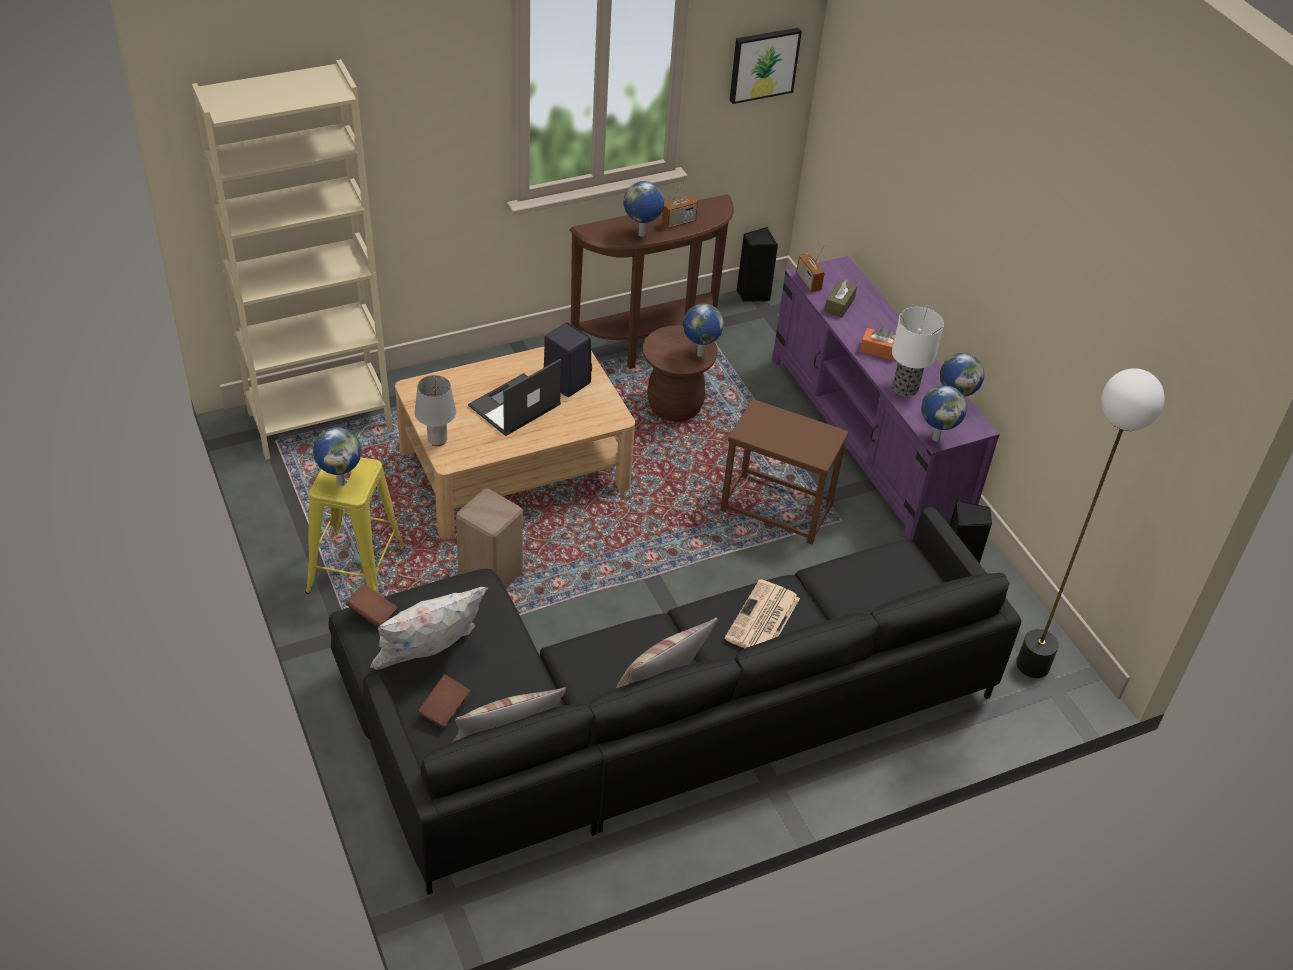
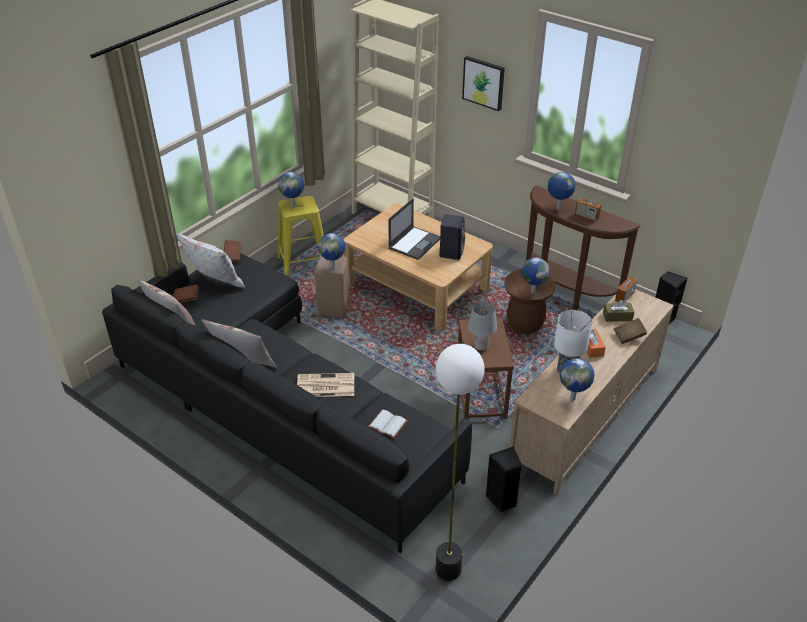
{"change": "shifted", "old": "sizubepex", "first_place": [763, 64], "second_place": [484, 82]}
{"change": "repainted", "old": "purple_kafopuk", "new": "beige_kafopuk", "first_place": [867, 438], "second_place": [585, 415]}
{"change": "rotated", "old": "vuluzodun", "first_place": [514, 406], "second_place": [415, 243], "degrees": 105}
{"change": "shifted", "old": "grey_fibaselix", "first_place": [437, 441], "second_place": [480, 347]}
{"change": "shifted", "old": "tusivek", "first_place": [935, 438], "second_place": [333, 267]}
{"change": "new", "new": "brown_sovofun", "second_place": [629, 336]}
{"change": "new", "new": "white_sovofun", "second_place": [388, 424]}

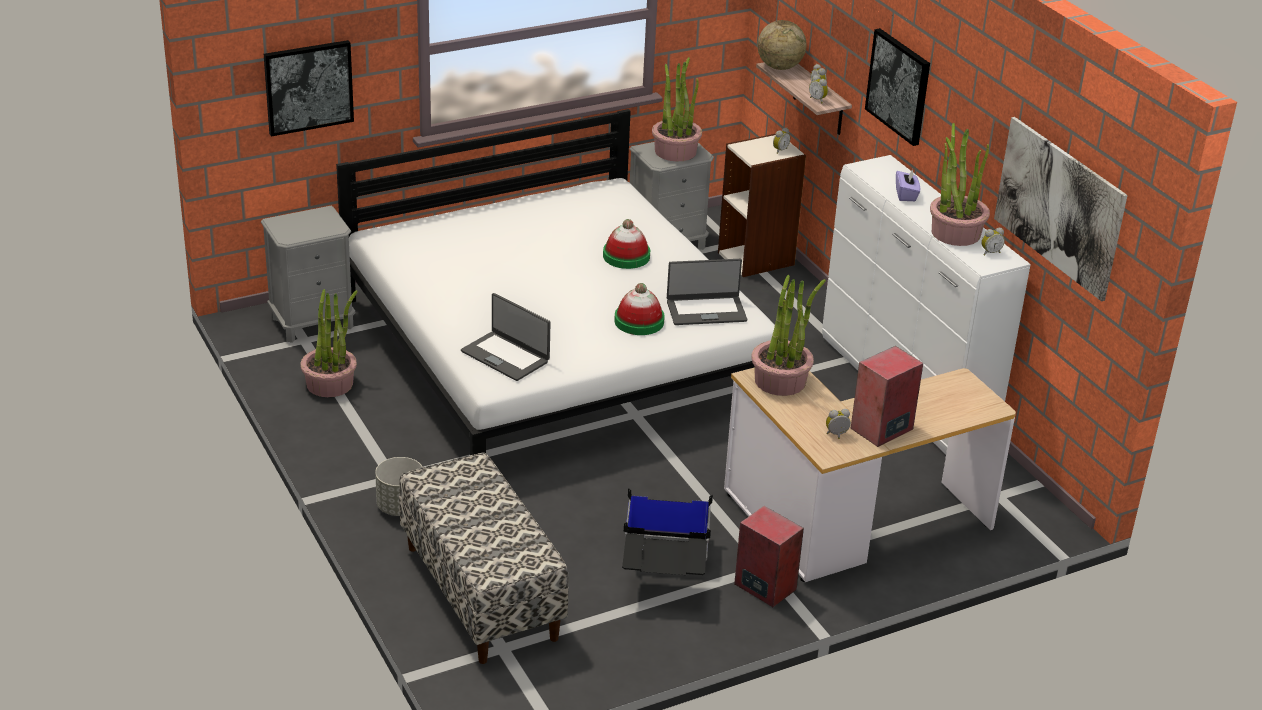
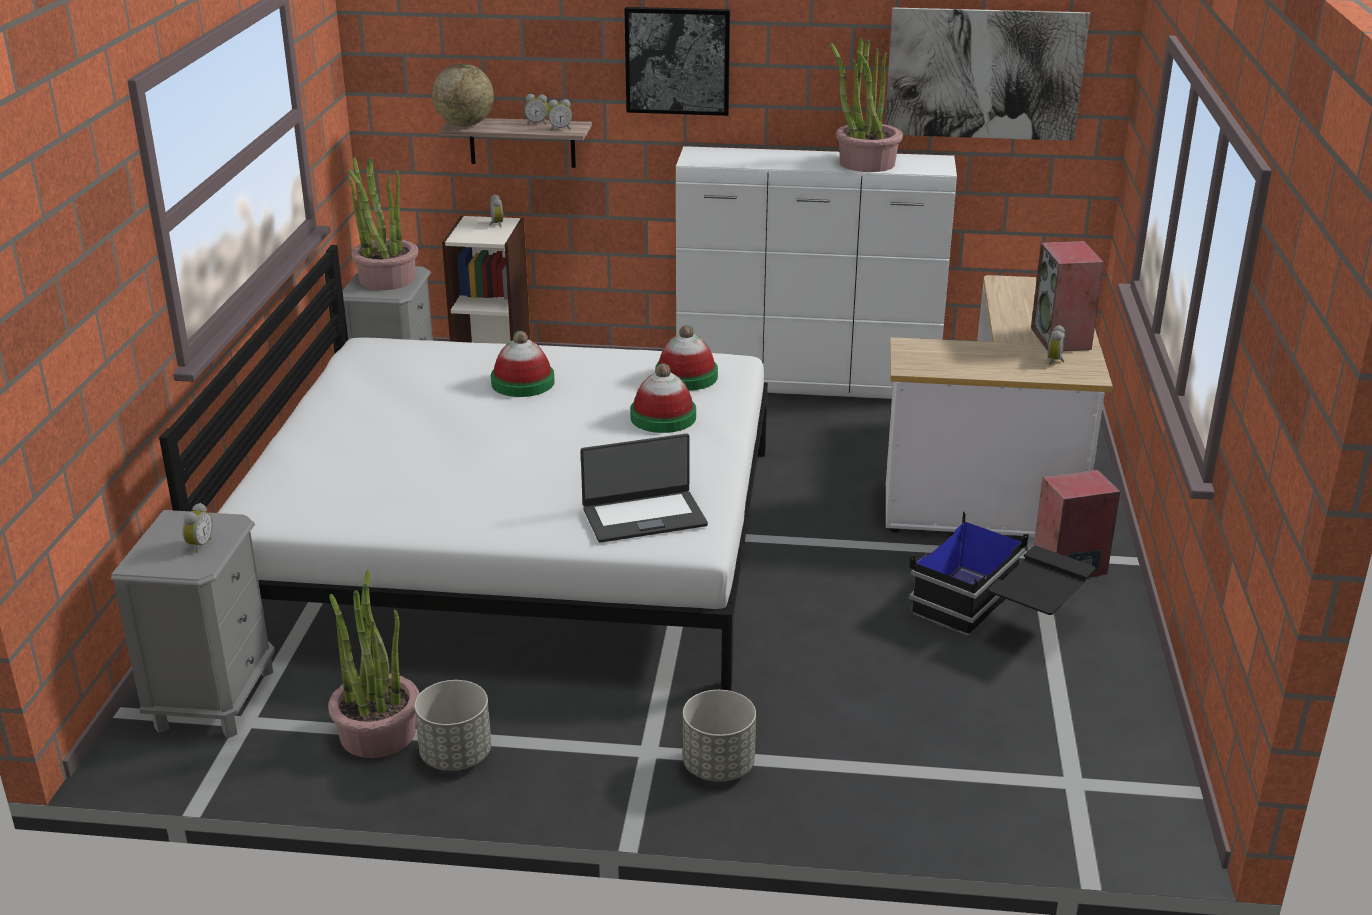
{"change": "gone", "old": "sizubepex", "first_place": [308, 87]}
{"change": "gone", "old": "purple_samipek", "first_place": [906, 195]}
{"change": "shifted", "old": "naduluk", "first_place": [990, 252], "second_place": [198, 545]}
{"change": "swapped", "old": "vuluzodun", "new": "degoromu", "first_place": [706, 310], "second_place": [686, 376]}
{"change": "gone", "old": "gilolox", "first_place": [780, 380]}
{"change": "gone", "old": "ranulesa", "first_place": [480, 592]}
{"change": "new", "new": "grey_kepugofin", "second_place": [455, 756]}

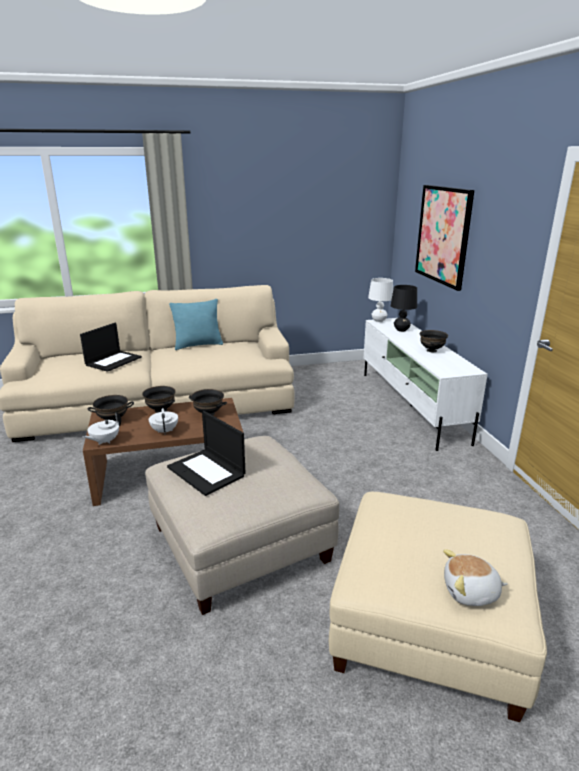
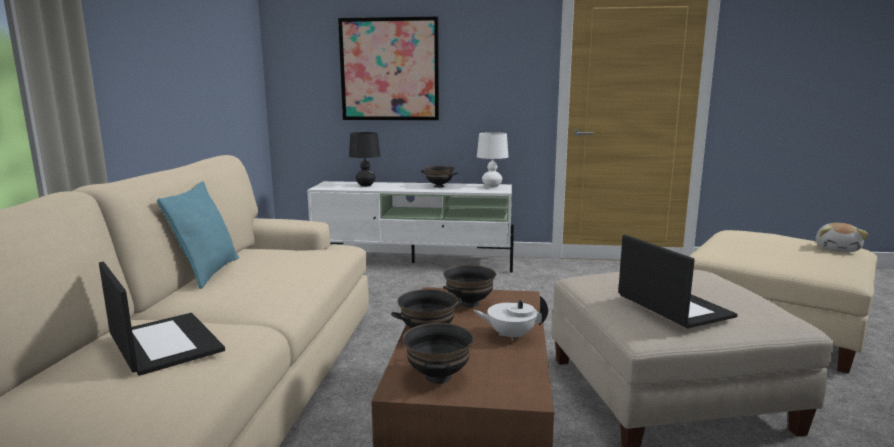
{"change": "shifted", "old": "white_fibaselix", "first_place": [379, 321], "second_place": [492, 186]}
{"change": "rotated", "old": "vuluzodun", "first_place": [207, 472], "second_place": [672, 306], "degrees": -90}
{"change": "gone", "old": "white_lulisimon", "first_place": [104, 441]}

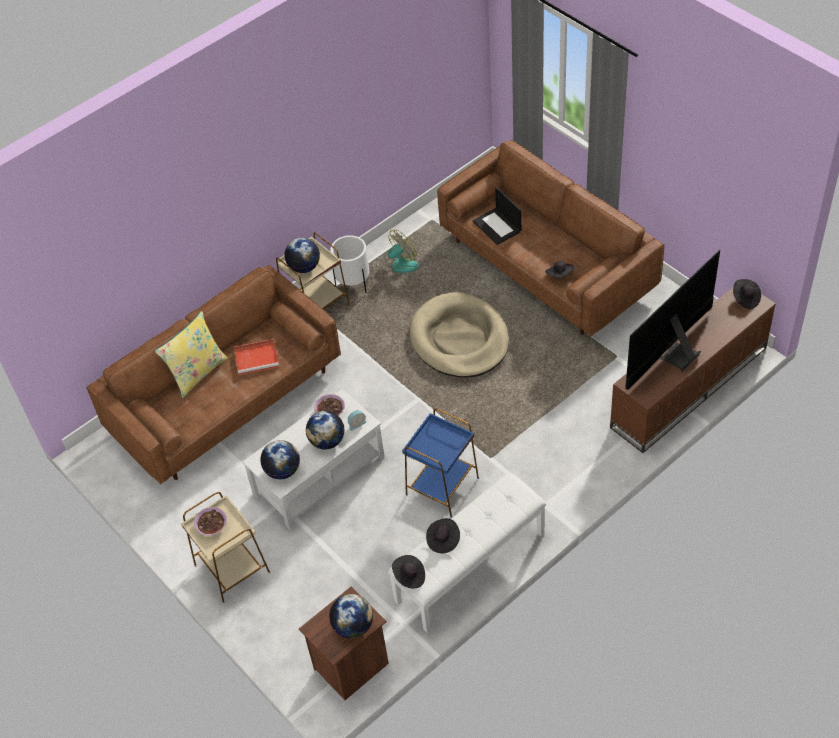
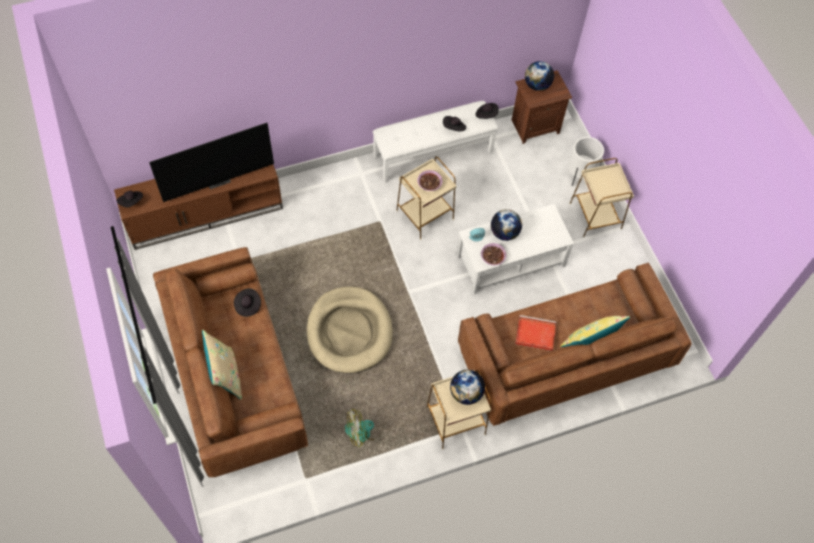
{"change": "gone", "old": "vuluzodun", "first_place": [497, 226]}
{"change": "shifted", "old": "white_kepugofin", "first_place": [353, 284], "second_place": [580, 175]}
{"change": "repainted", "old": "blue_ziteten", "new": "beige_ziteten", "first_place": [443, 486], "second_place": [424, 215]}
{"change": "gone", "old": "tusivek", "first_place": [283, 470]}
{"change": "shifted", "old": "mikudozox", "first_place": [211, 525], "second_place": [429, 184]}
{"change": "new", "new": "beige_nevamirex", "second_place": [226, 375]}

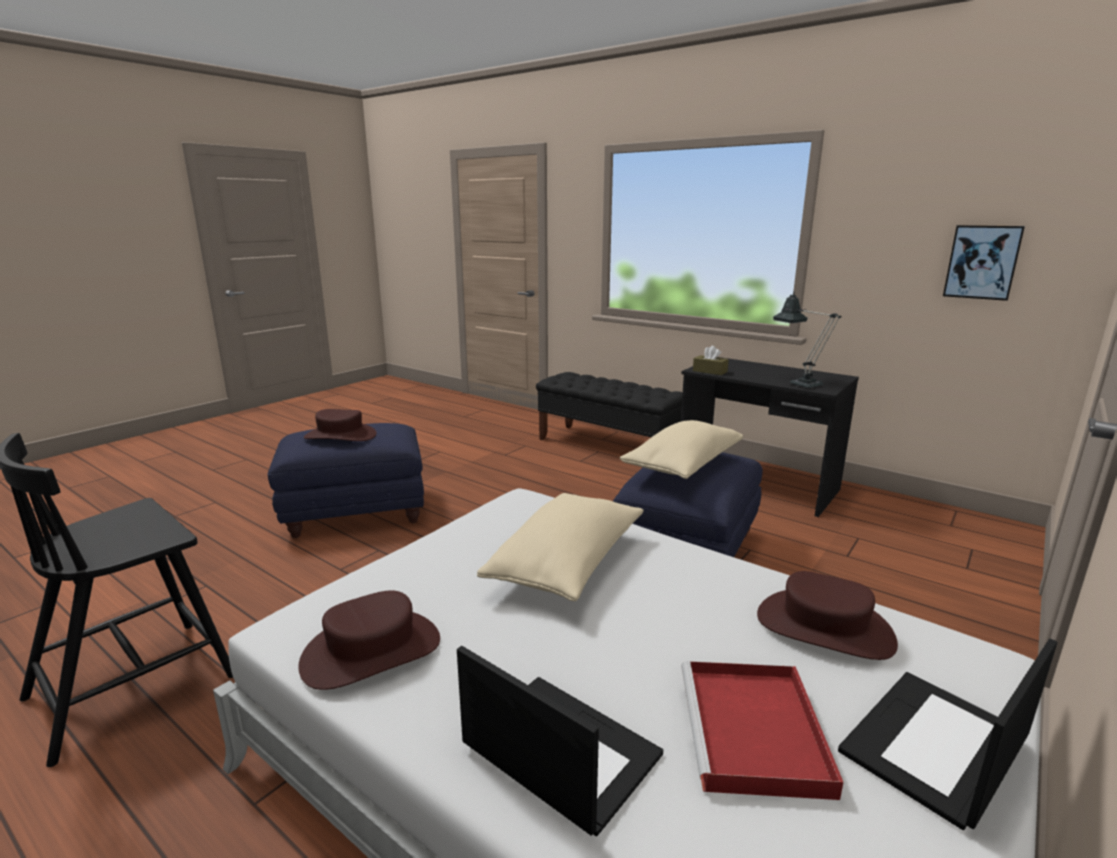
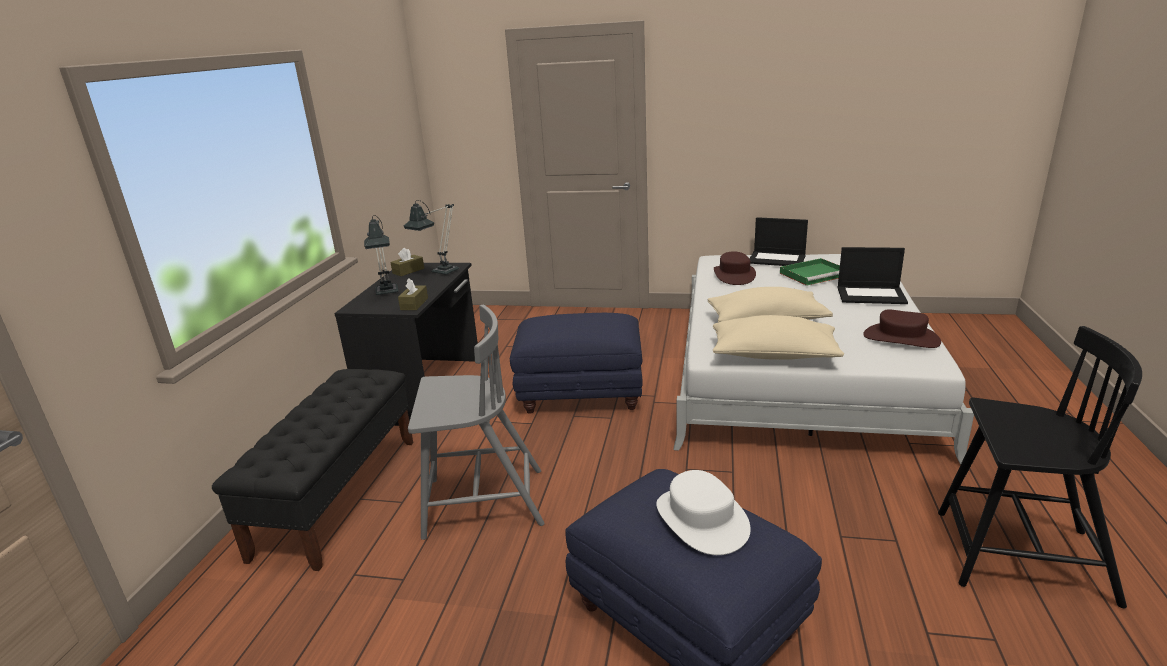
{"change": "gone", "old": "sizubepex", "first_place": [982, 262]}
{"change": "repainted", "old": "brown_degoromu", "new": "white_degoromu", "first_place": [340, 436], "second_place": [701, 519]}
{"change": "shifted", "old": "beige_nevamirex", "first_place": [683, 466], "second_place": [773, 356]}
{"change": "rotated", "old": "vuluzodun", "first_place": [558, 750], "second_place": [871, 295], "degrees": -90}
{"change": "repainted", "old": "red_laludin", "new": "green_laludin", "first_place": [754, 734], "second_place": [814, 274]}
{"change": "new", "new": "fibaselix", "second_place": [387, 293]}
{"change": "new", "new": "brown_samipek", "second_place": [408, 271]}
{"change": "new", "new": "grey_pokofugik", "second_place": [481, 503]}

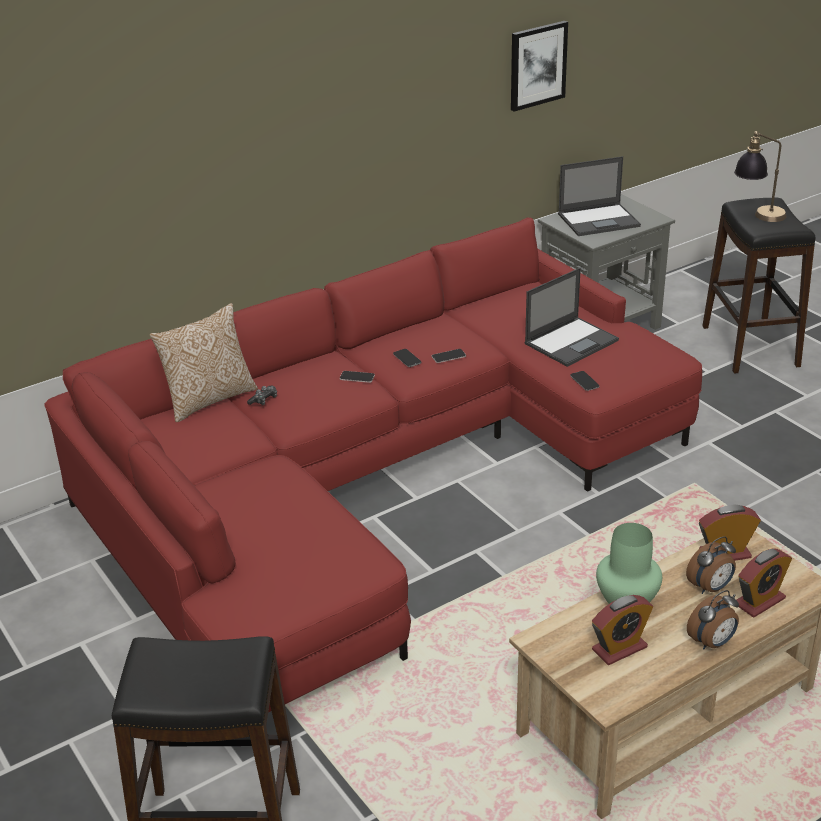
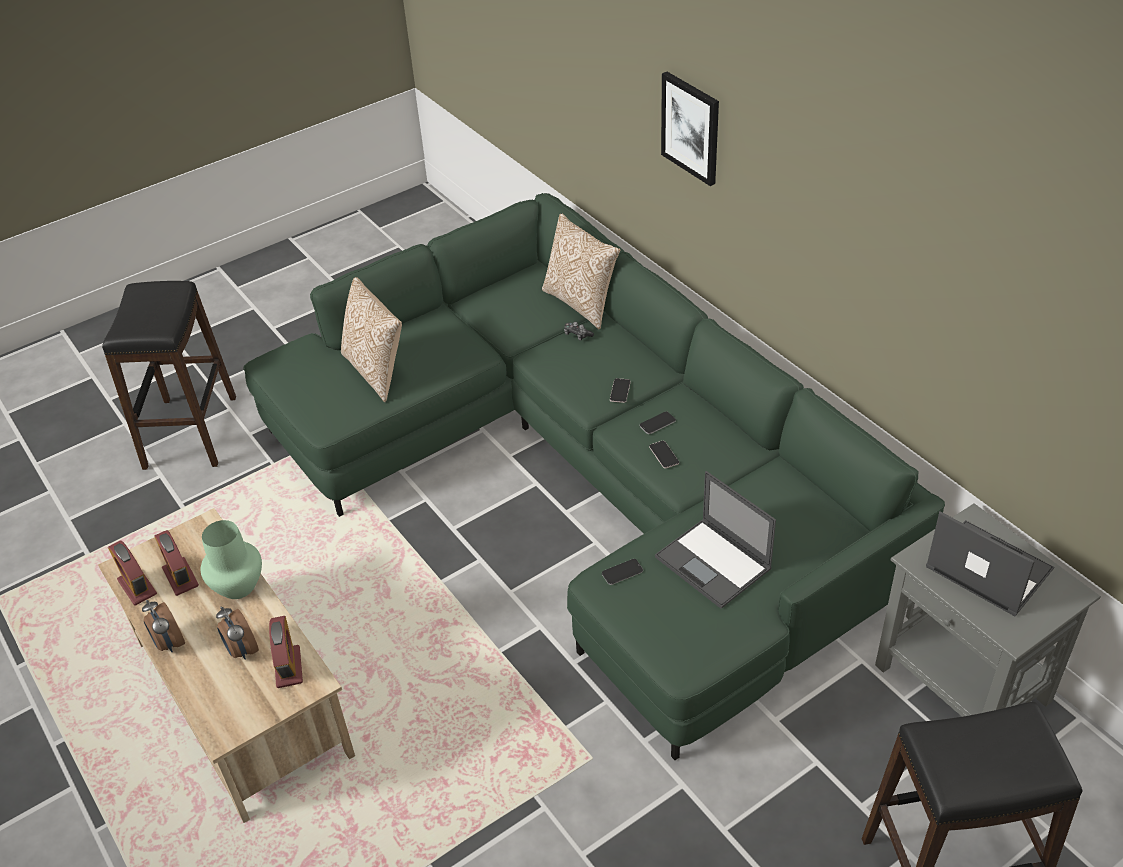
{"change": "shifted", "old": "sizubepex", "first_place": [537, 65], "second_place": [691, 128]}
{"change": "gone", "old": "fibaselix", "first_place": [757, 216]}
{"change": "rotated", "old": "vuluzodun", "first_place": [599, 220], "second_place": [987, 568], "degrees": 150}
{"change": "repainted", "old": "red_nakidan", "new": "green_nakidan", "first_place": [371, 483], "second_place": [590, 478]}
{"change": "shifted", "old": "naduluk", "first_place": [759, 601], "second_place": [137, 587]}
{"change": "new", "new": "nevamirex", "second_place": [377, 371]}

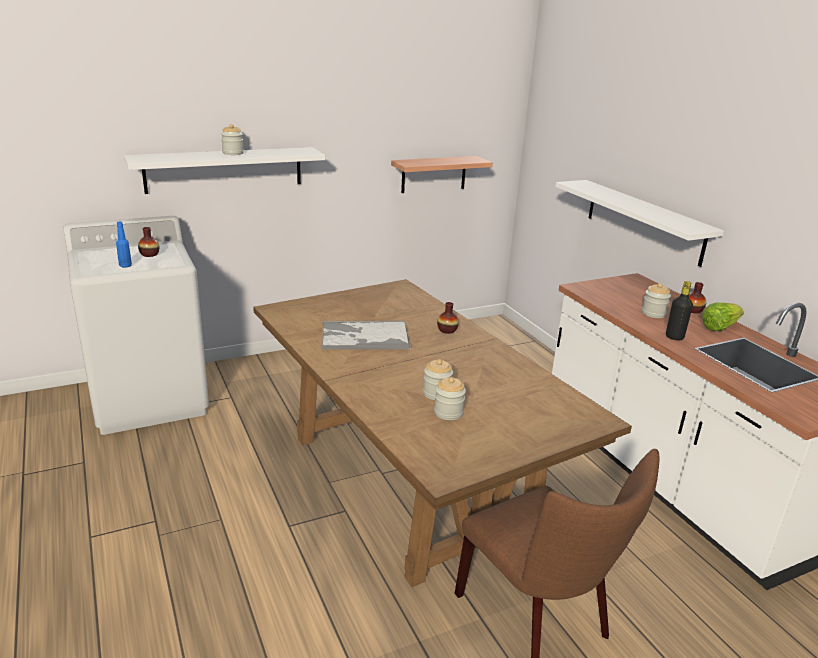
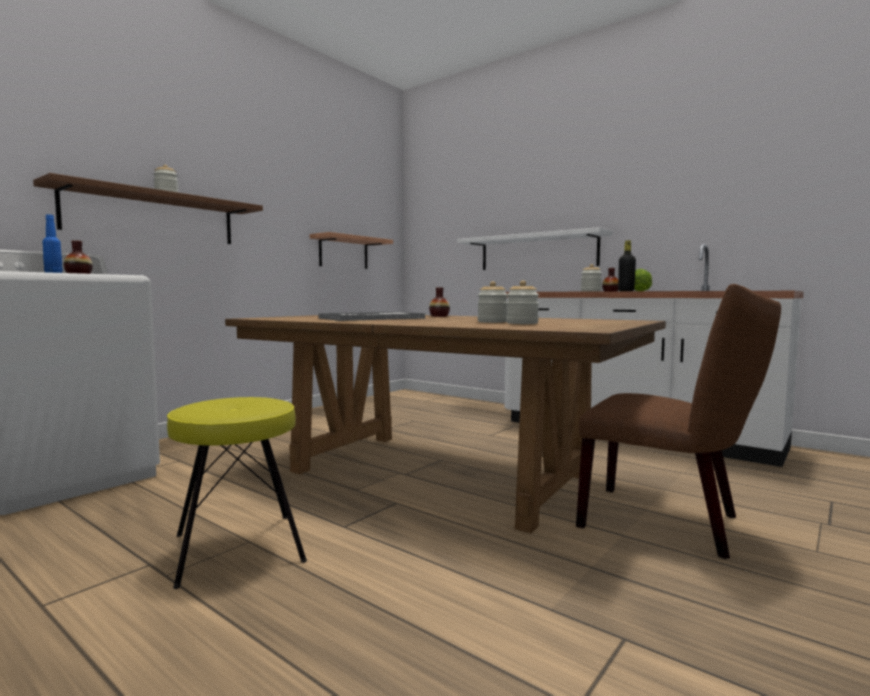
{"change": "repainted", "old": "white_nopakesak", "new": "brown_nopakesak", "first_place": [224, 169], "second_place": [153, 217]}
{"change": "new", "new": "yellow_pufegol", "second_place": [237, 547]}

